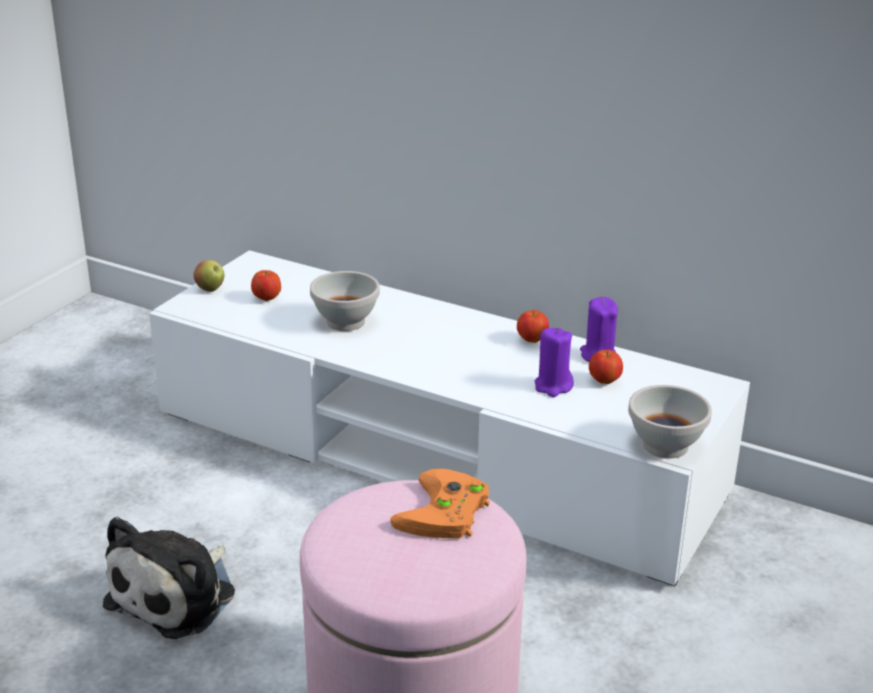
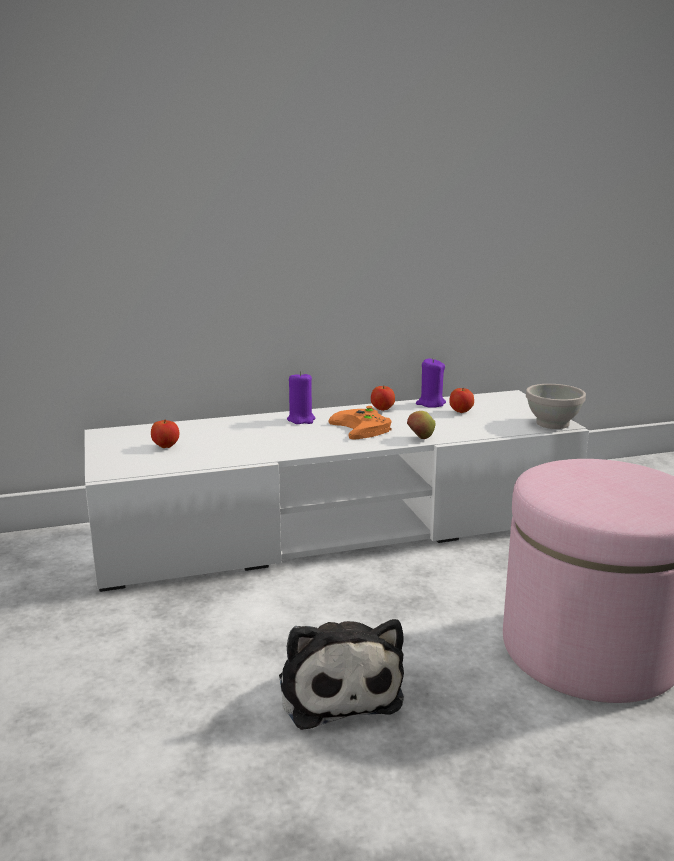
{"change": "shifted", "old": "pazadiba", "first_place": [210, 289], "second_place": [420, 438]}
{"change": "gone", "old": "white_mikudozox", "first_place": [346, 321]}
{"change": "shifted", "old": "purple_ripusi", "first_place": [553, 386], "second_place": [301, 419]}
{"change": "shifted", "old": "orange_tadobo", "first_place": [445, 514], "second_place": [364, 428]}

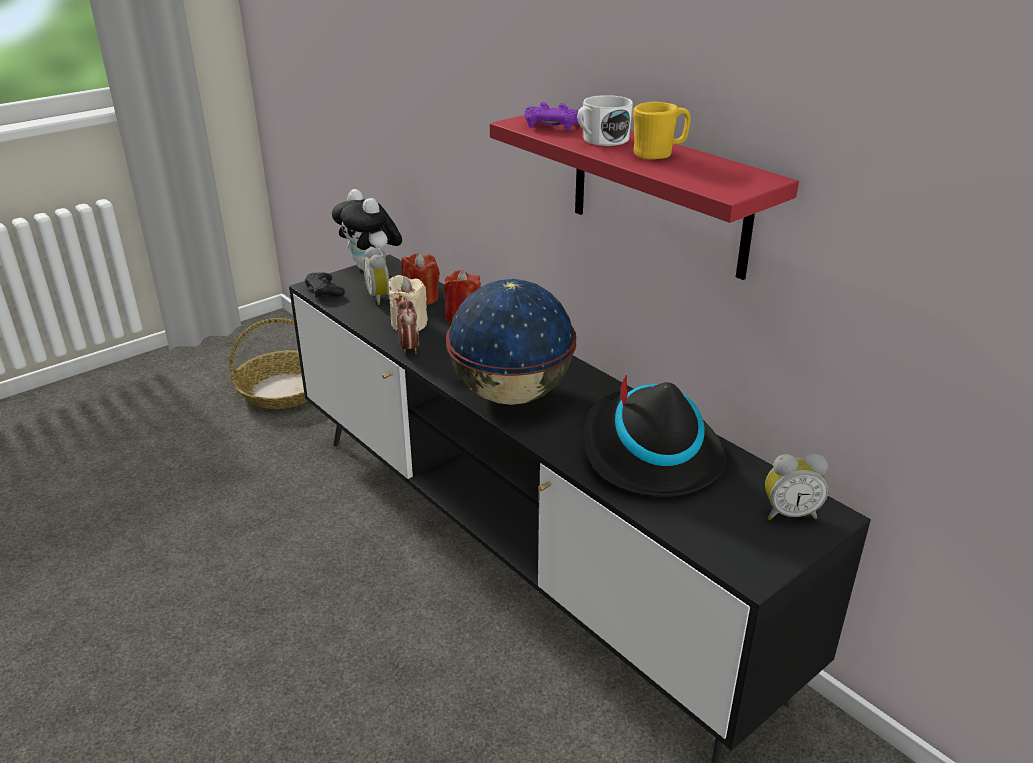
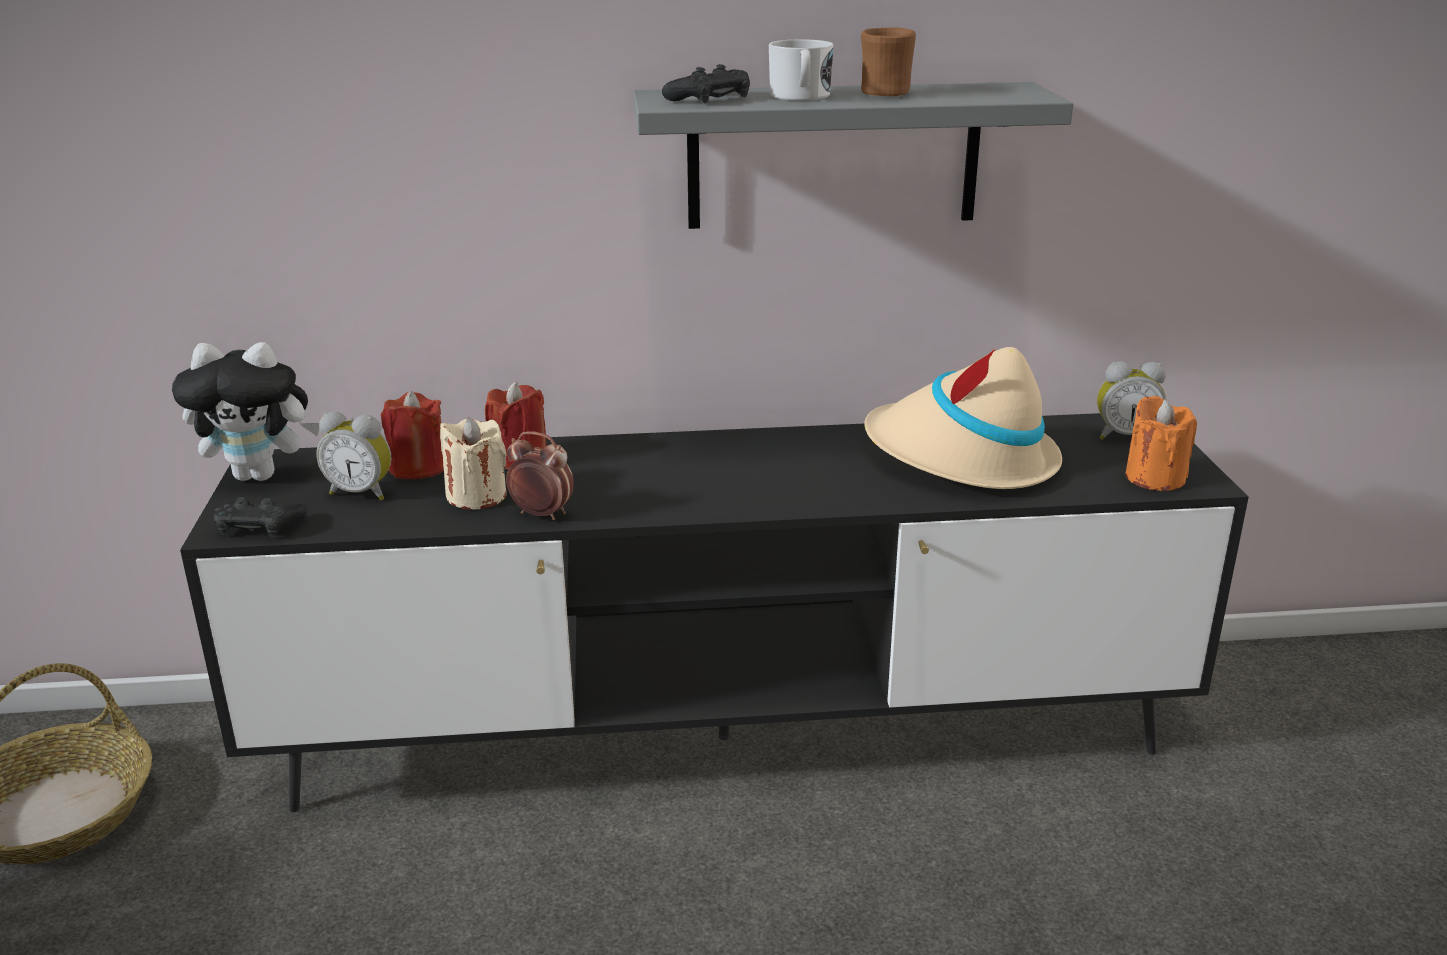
{"change": "repainted", "old": "purple_tadobo", "new": "black_tadobo", "first_place": [553, 125], "second_place": [709, 99]}
{"change": "repainted", "old": "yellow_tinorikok", "new": "brown_tinorikok", "first_place": [658, 155], "second_place": [888, 93]}
{"change": "repainted", "old": "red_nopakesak", "new": "grey_nopakesak", "first_place": [658, 192], "second_place": [833, 156]}
{"change": "gone", "old": "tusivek", "first_place": [512, 395]}
{"change": "repainted", "old": "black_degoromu", "new": "beige_degoromu", "first_place": [648, 453], "second_place": [961, 458]}
{"change": "rotated", "old": "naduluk", "first_place": [789, 513], "second_place": [1125, 436], "degrees": 60}
{"change": "new", "new": "orange_ripusi", "second_place": [1155, 478]}

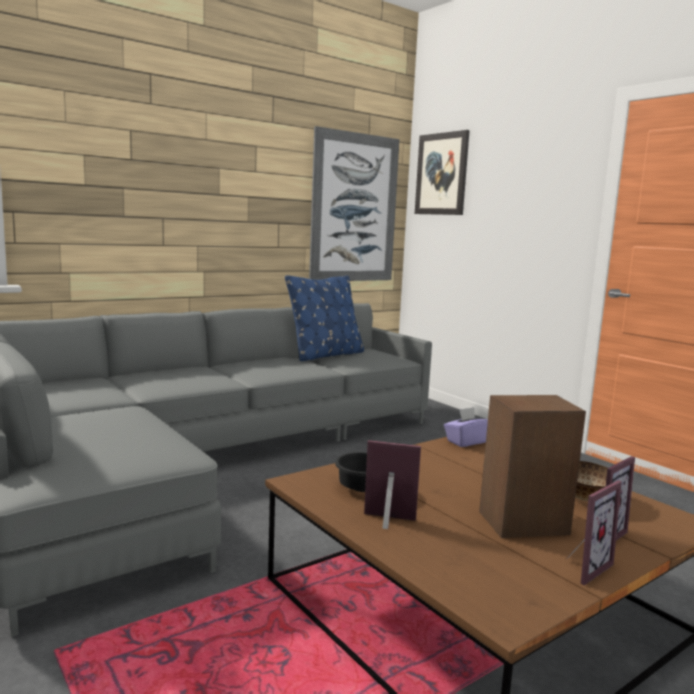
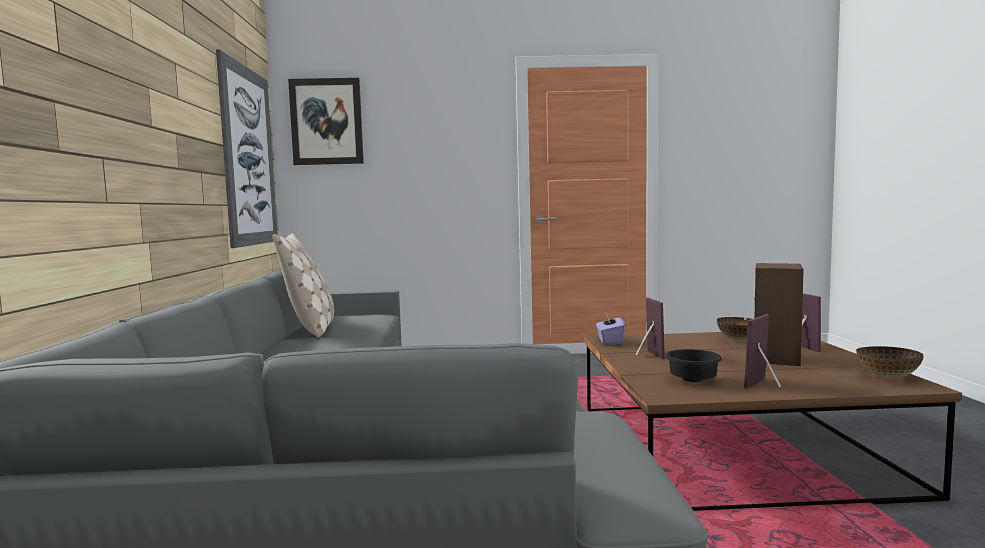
{"change": "repainted", "old": "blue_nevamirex", "new": "beige_nevamirex", "first_place": [325, 355], "second_place": [310, 329]}
{"change": "shifted", "old": "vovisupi", "first_place": [582, 567], "second_place": [646, 355]}
{"change": "new", "new": "mikudozox", "second_place": [887, 376]}

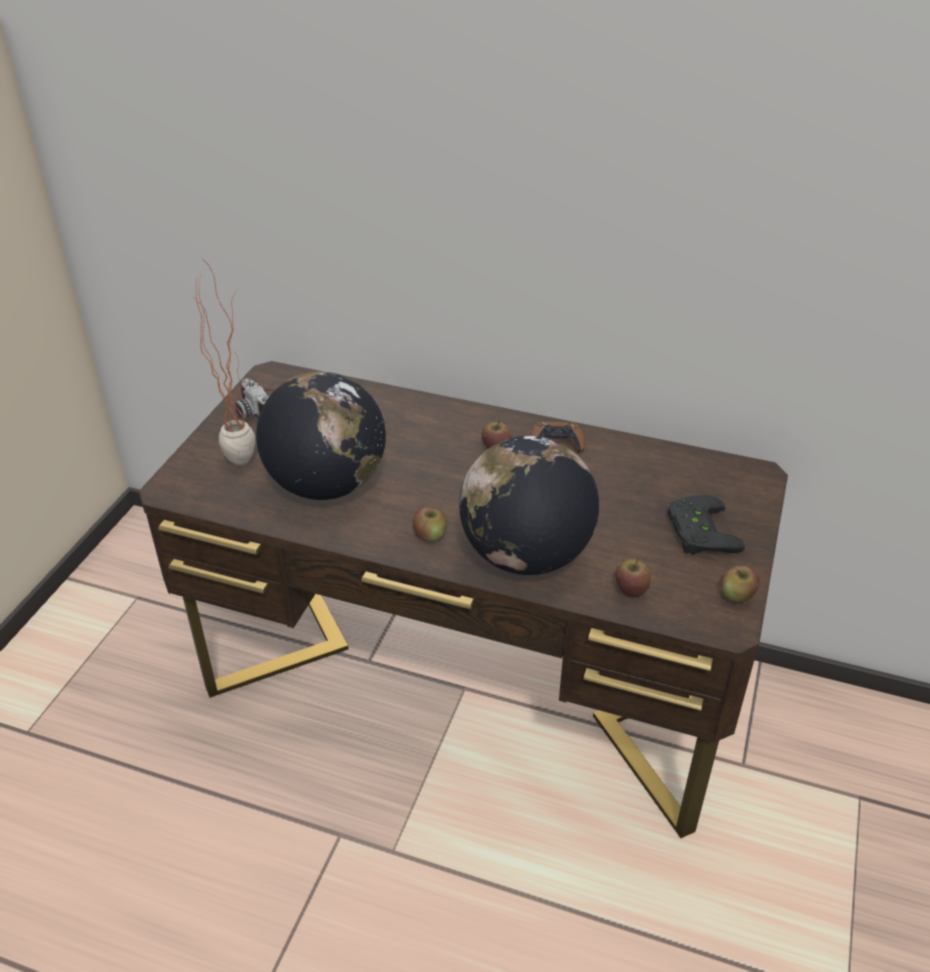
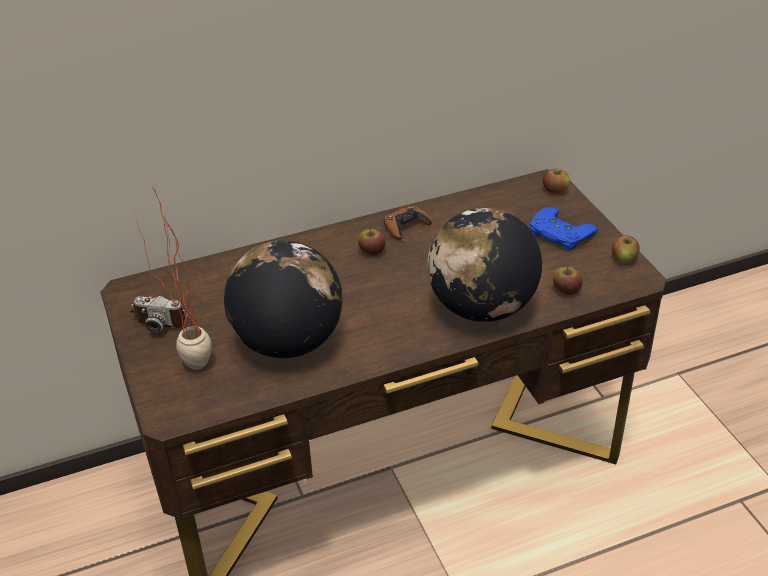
{"change": "repainted", "old": "black_tadobo", "new": "blue_tadobo", "first_place": [697, 531], "second_place": [558, 234]}
{"change": "shifted", "old": "pazadiba", "first_place": [430, 535], "second_place": [555, 190]}

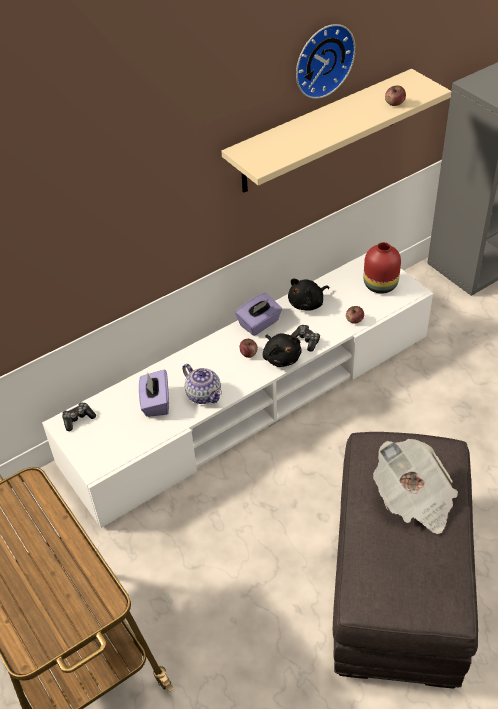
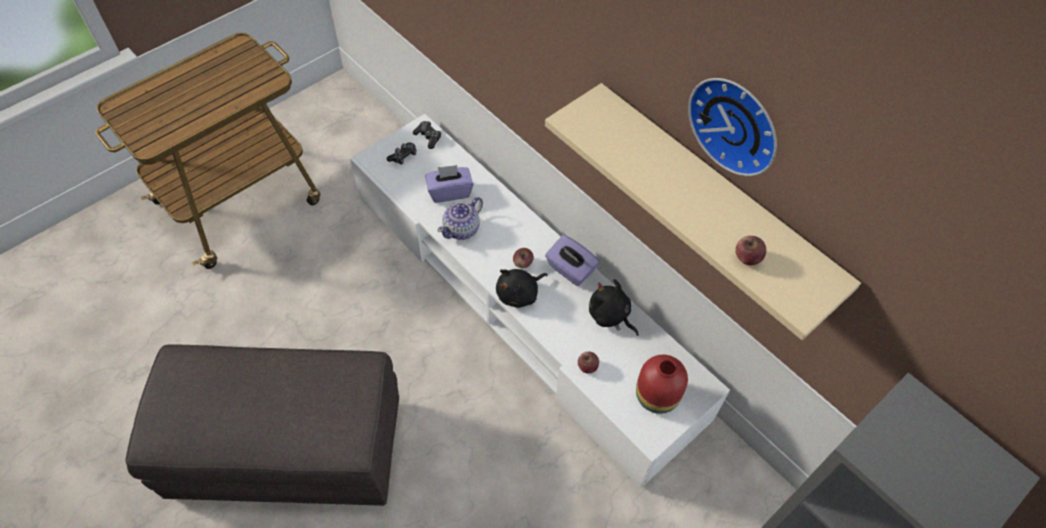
{"change": "shifted", "old": "tadobo", "first_place": [306, 340], "second_place": [403, 156]}
{"change": "gone", "old": "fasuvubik", "first_place": [414, 499]}

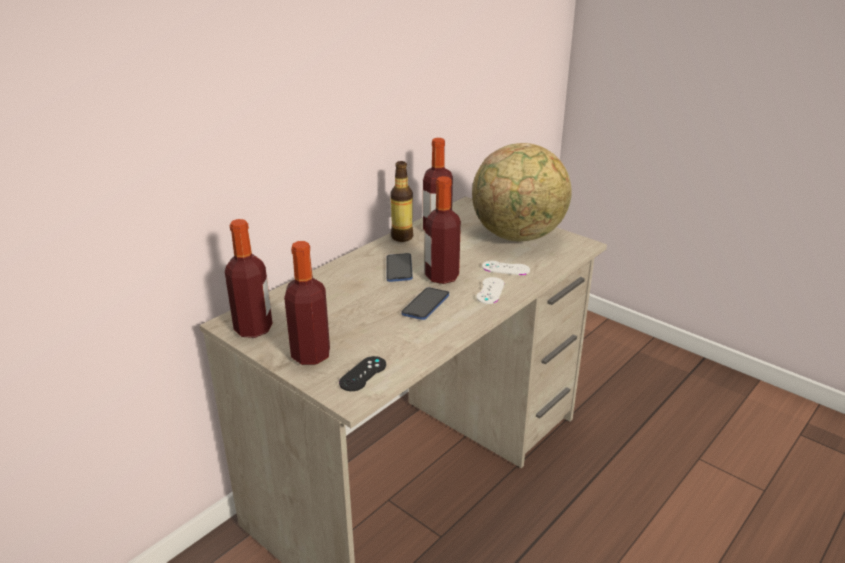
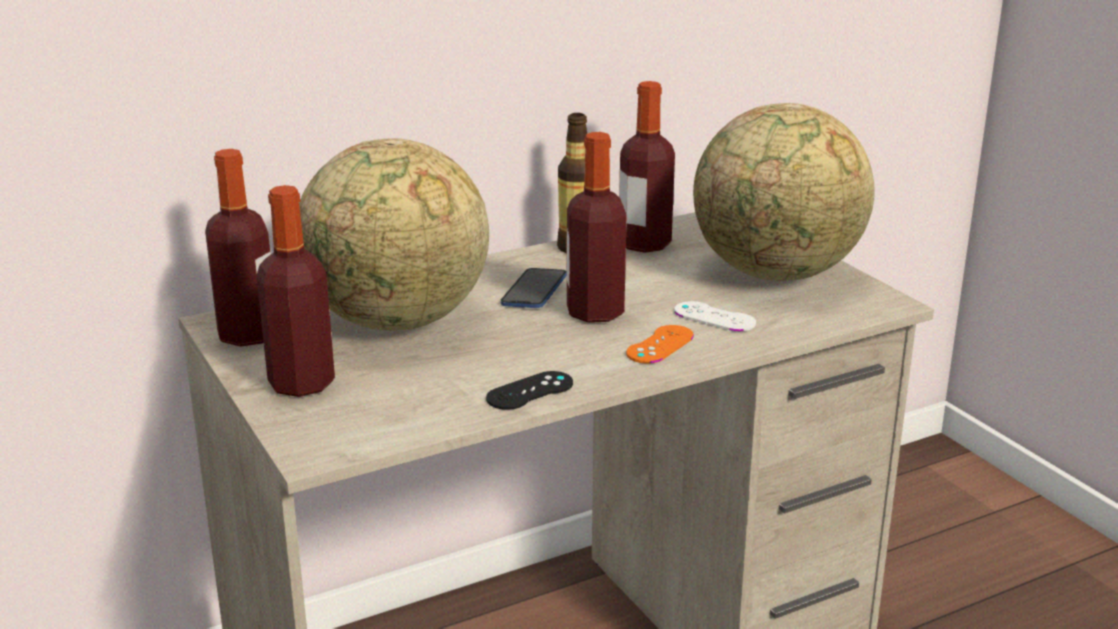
{"change": "repainted", "old": "white_tadobo", "new": "orange_tadobo", "first_place": [490, 291], "second_place": [660, 345]}
{"change": "gone", "old": "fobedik", "first_place": [425, 305]}
{"change": "shifted", "old": "black_tadobo", "first_place": [363, 374], "second_place": [530, 391]}
{"change": "new", "new": "tusivek", "second_place": [397, 322]}

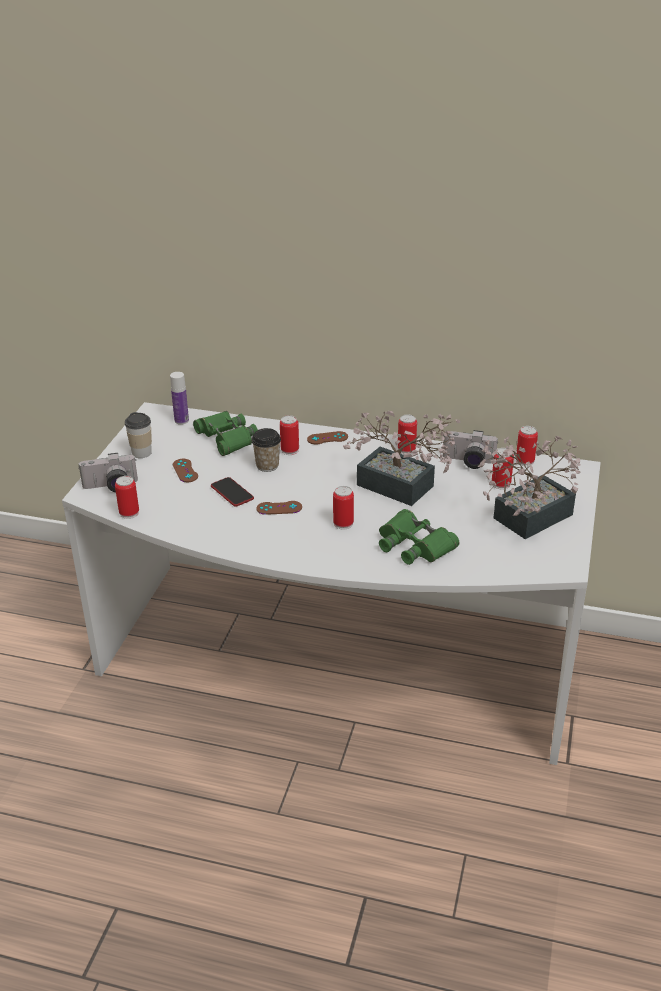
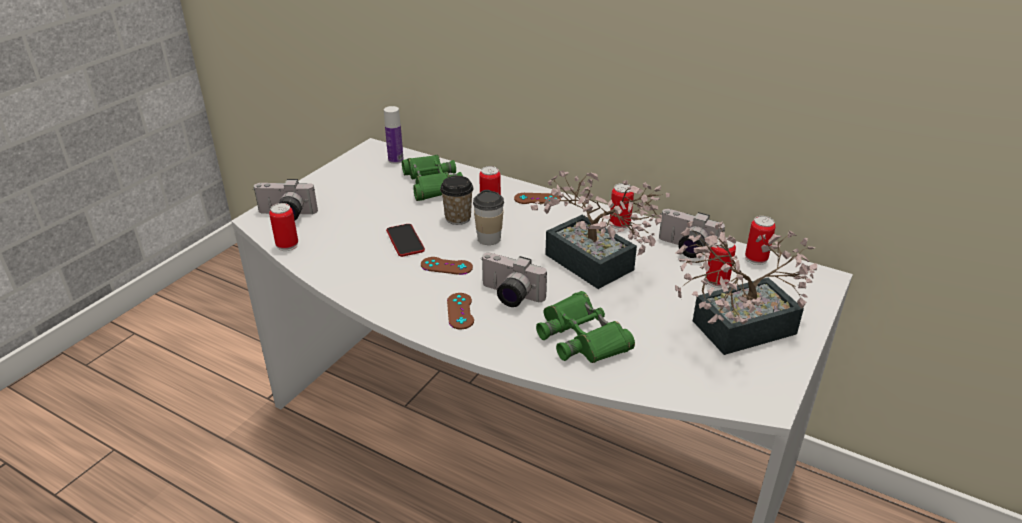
{"change": "shifted", "old": "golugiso", "first_place": [141, 453], "second_place": [489, 239]}
{"change": "shifted", "old": "brown_tadobo", "first_place": [185, 471], "second_place": [460, 311]}
{"change": "swapped", "old": "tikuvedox", "new": "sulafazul", "first_place": [343, 523], "second_place": [509, 296]}

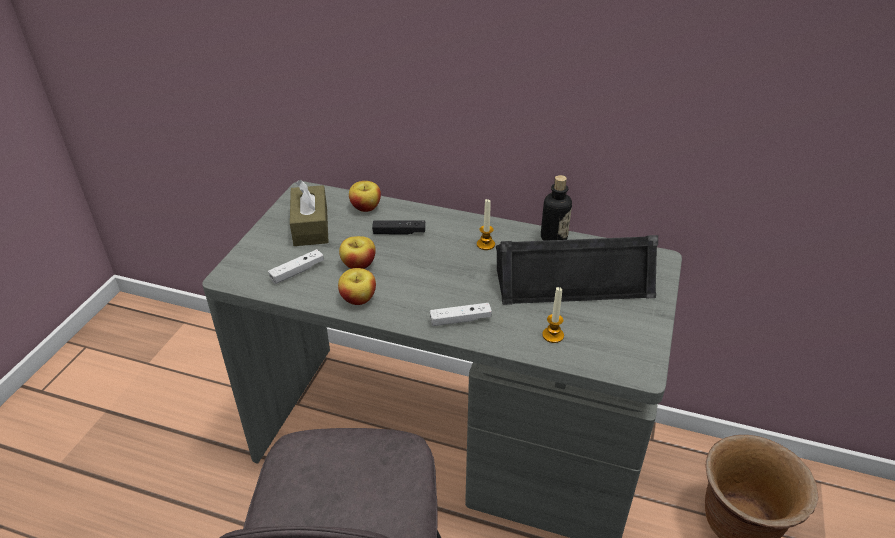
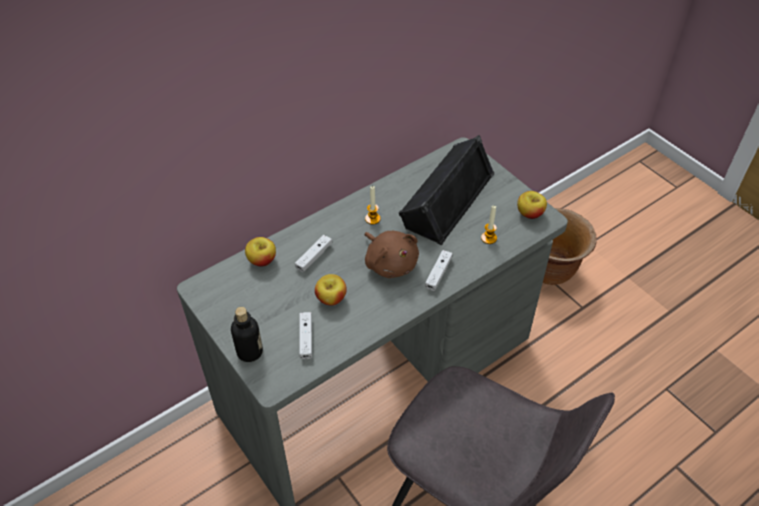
{"change": "shifted", "old": "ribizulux", "first_place": [553, 238], "second_place": [249, 352]}
{"change": "gone", "old": "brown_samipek", "first_place": [310, 226]}
{"change": "repainted", "old": "black_tadobo", "new": "white_tadobo", "first_place": [399, 232], "second_place": [314, 257]}
{"change": "shifted", "old": "pazadiba", "first_place": [358, 299], "second_place": [530, 213]}
{"change": "new", "new": "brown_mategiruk", "second_place": [390, 263]}

